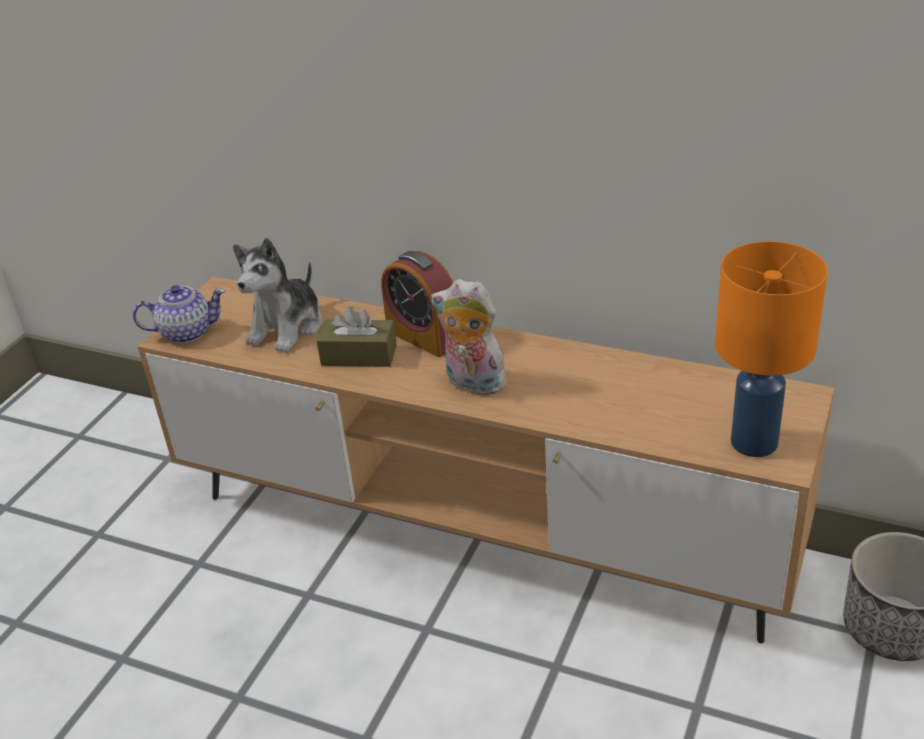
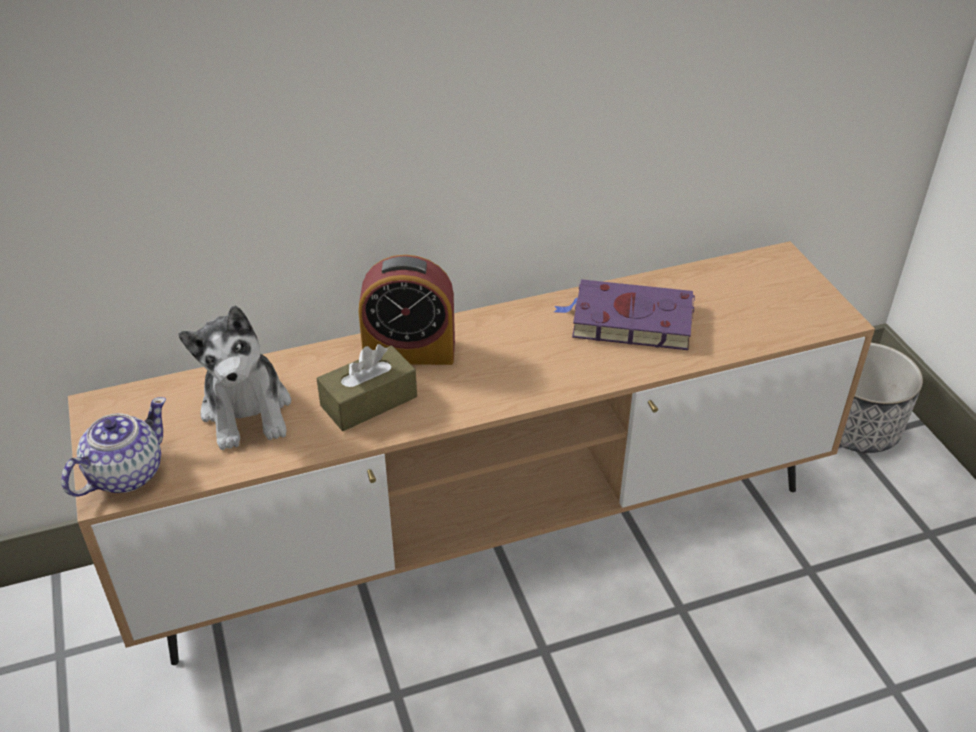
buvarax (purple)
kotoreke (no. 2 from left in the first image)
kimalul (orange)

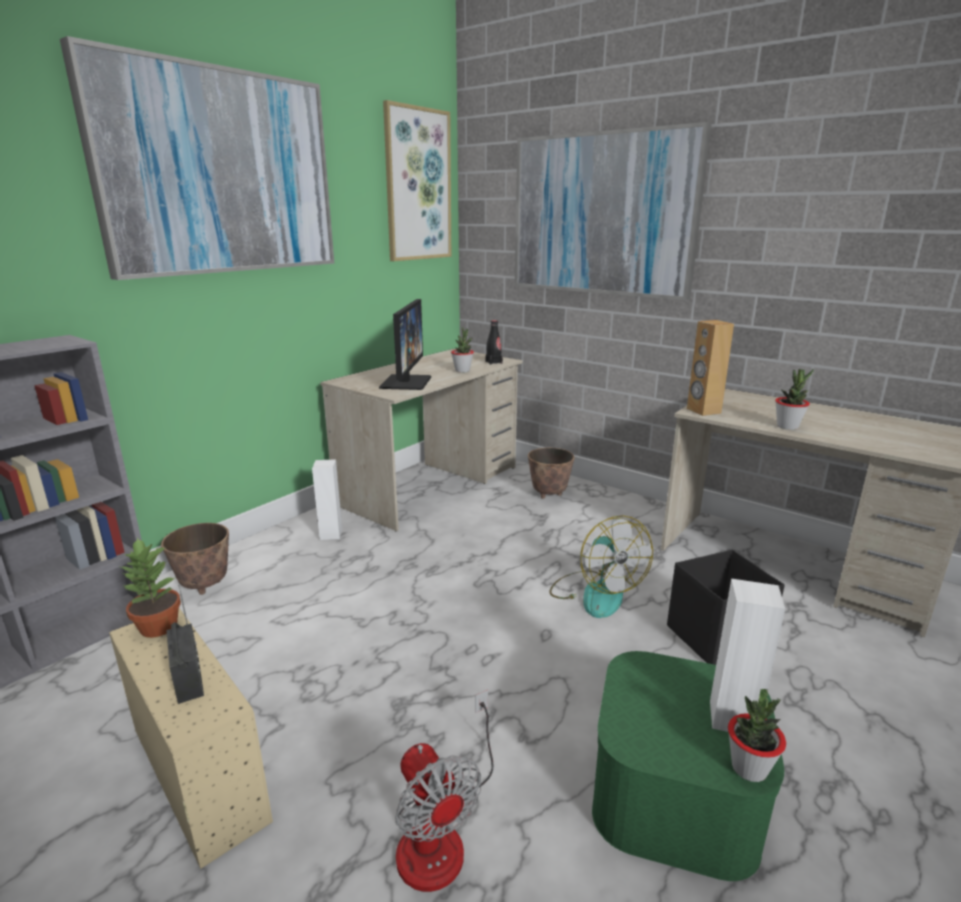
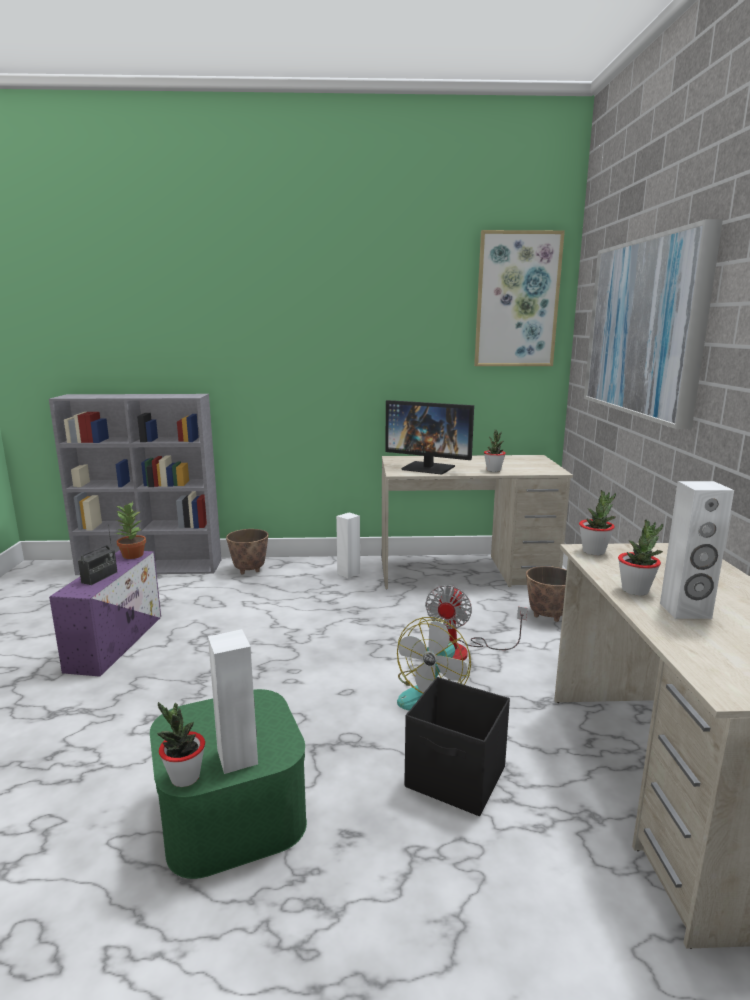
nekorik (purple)
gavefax
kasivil (no. 2 from left)
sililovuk (no. 4 from left)
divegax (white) (no. 3 from left)
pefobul (no. 1 from left in the first image)
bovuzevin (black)

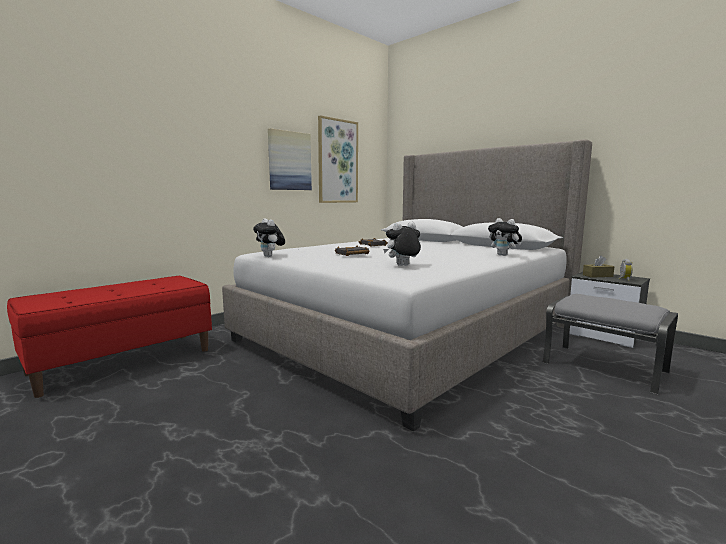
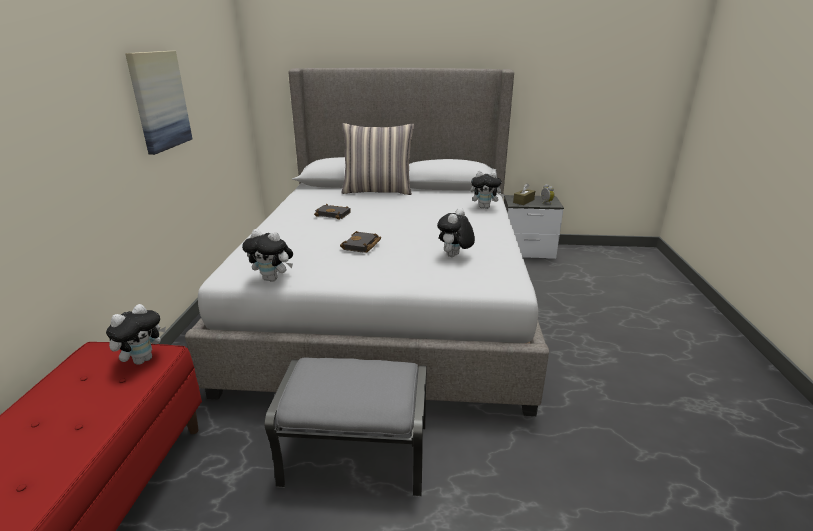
kotoreke (no. 1 from left)
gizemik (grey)
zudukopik
pefobul (no. 2 from left in the first image)

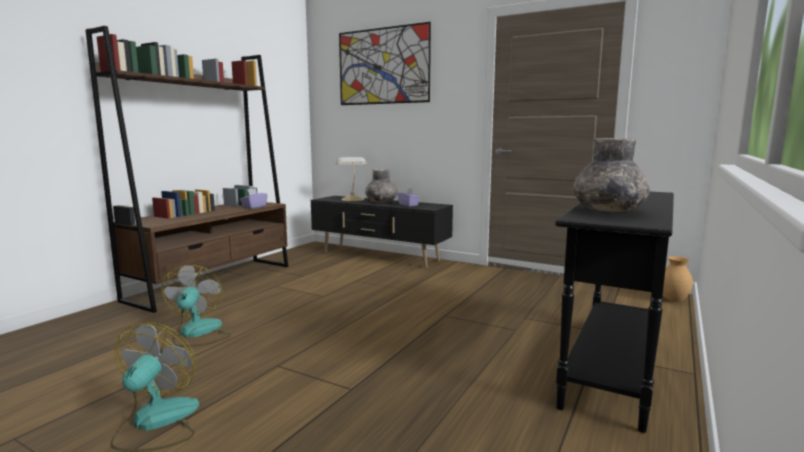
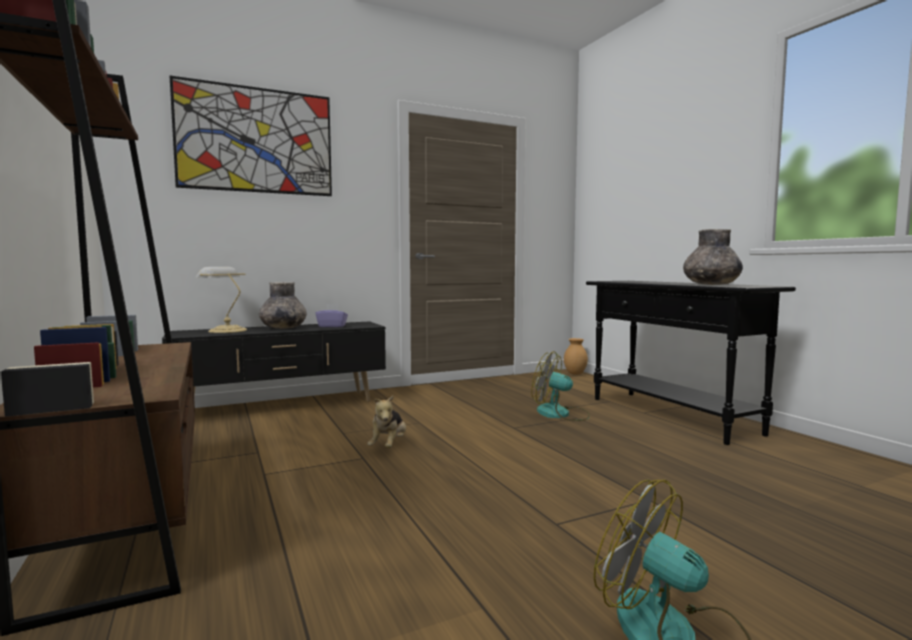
kotoreke
kasivil (no. 1 from left)
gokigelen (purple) (no. 1 from left in the first image)

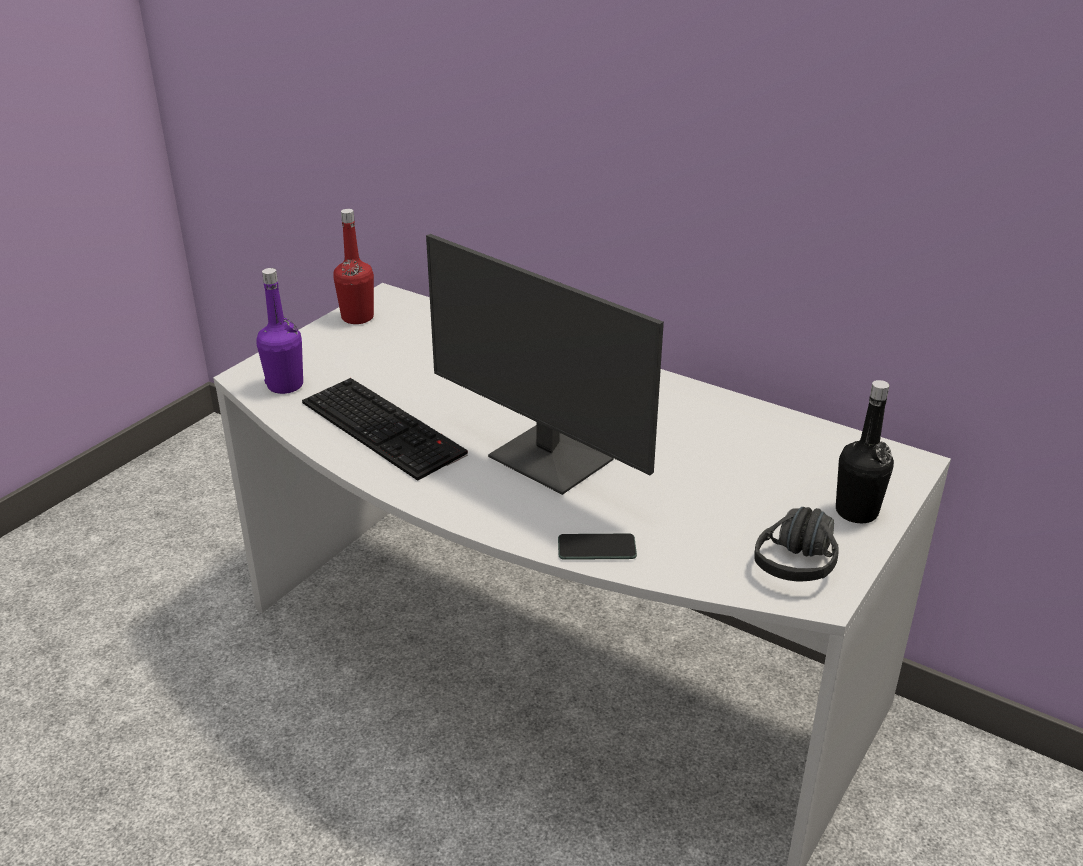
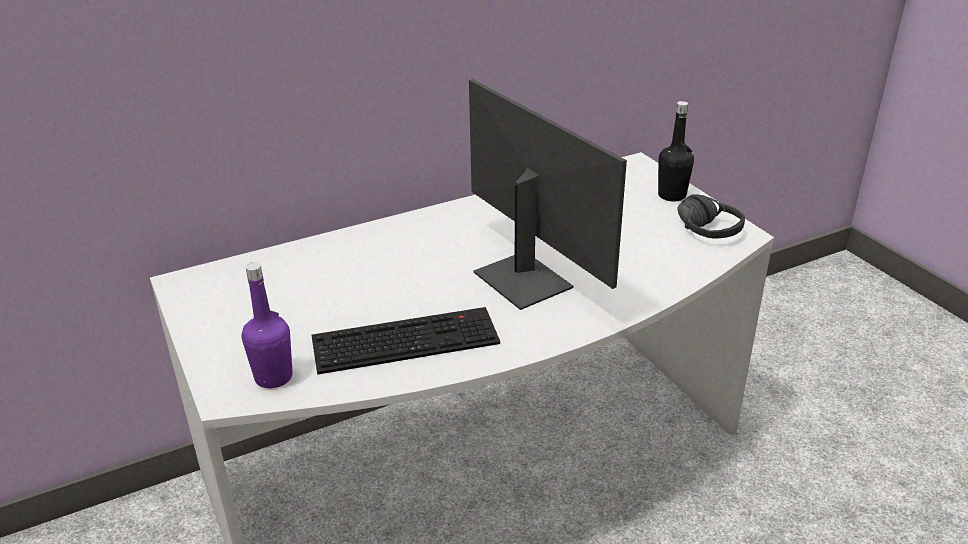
gavefax
bovuzevin (red)
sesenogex

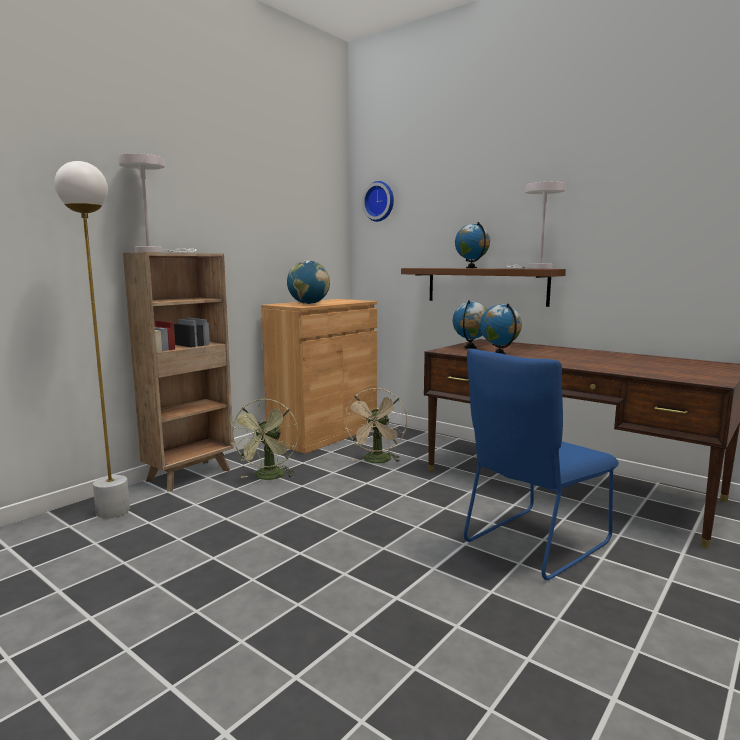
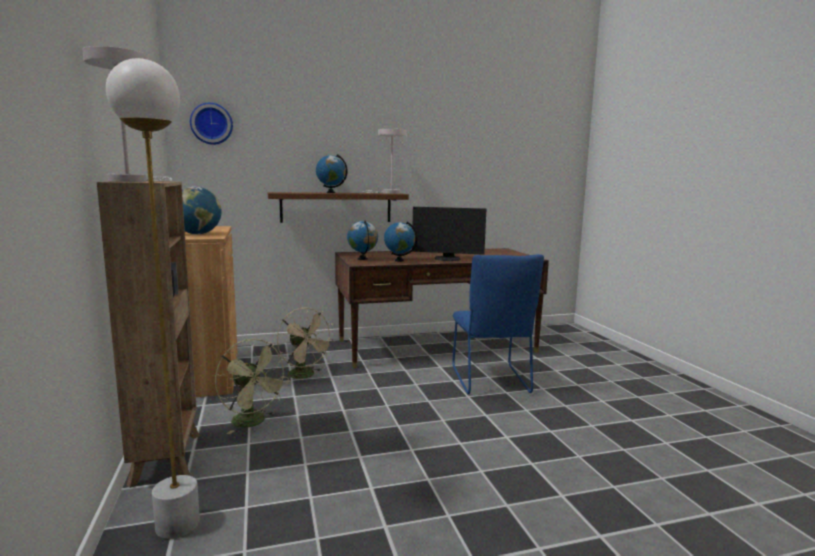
gavefax

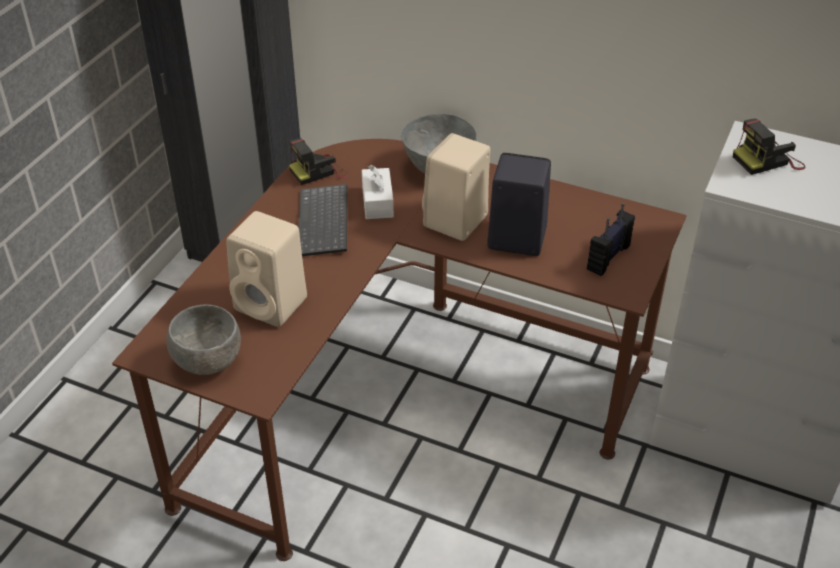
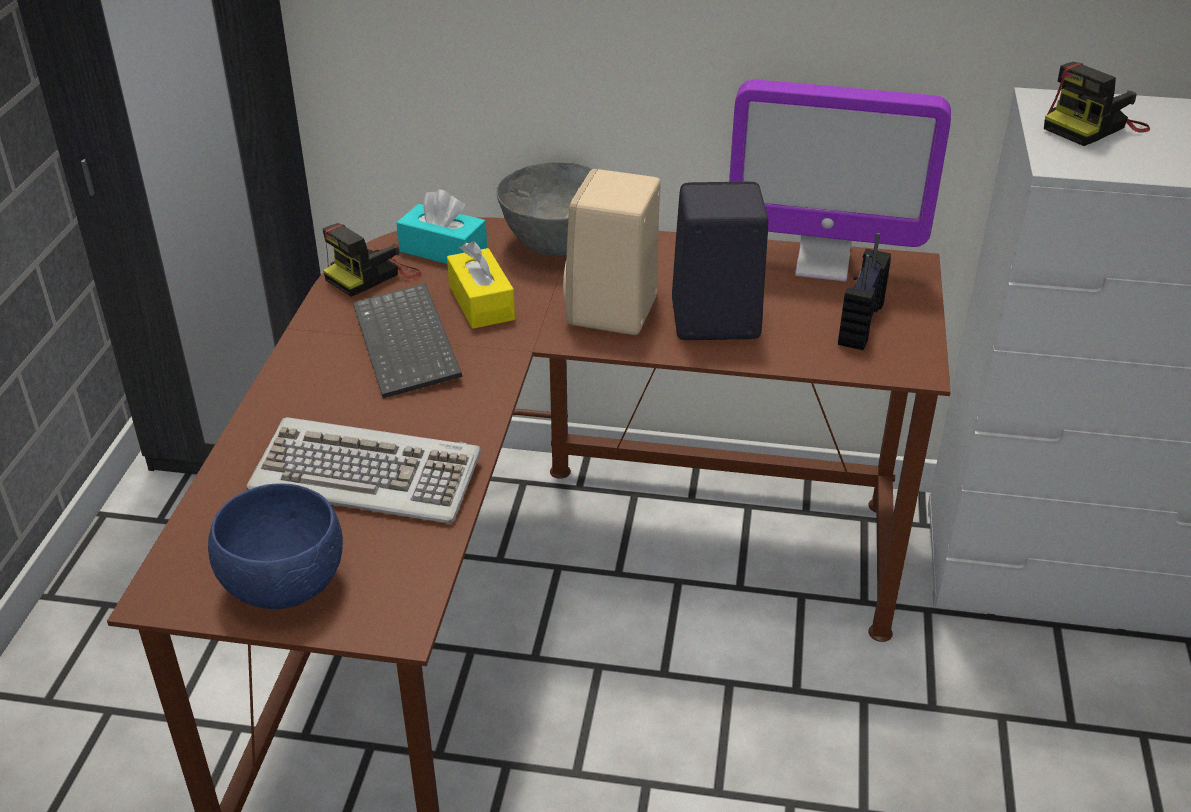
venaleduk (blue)
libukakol (no. 1 from left)
gokigelen (turquoise)
gokigelen (yellow)
gavefax

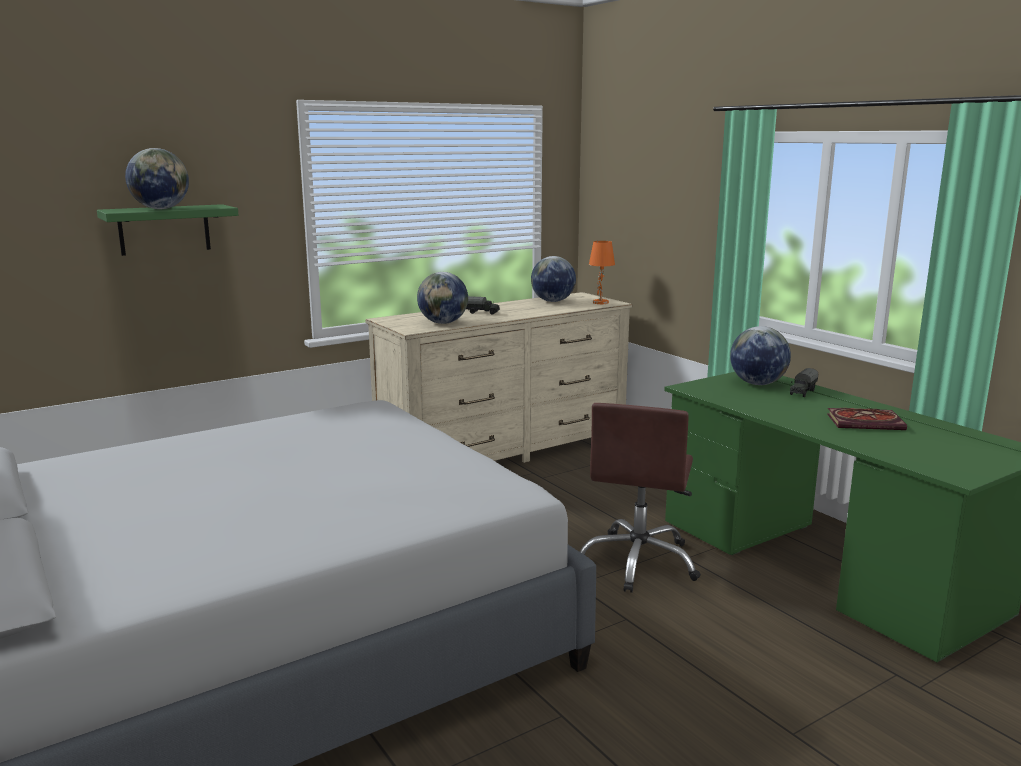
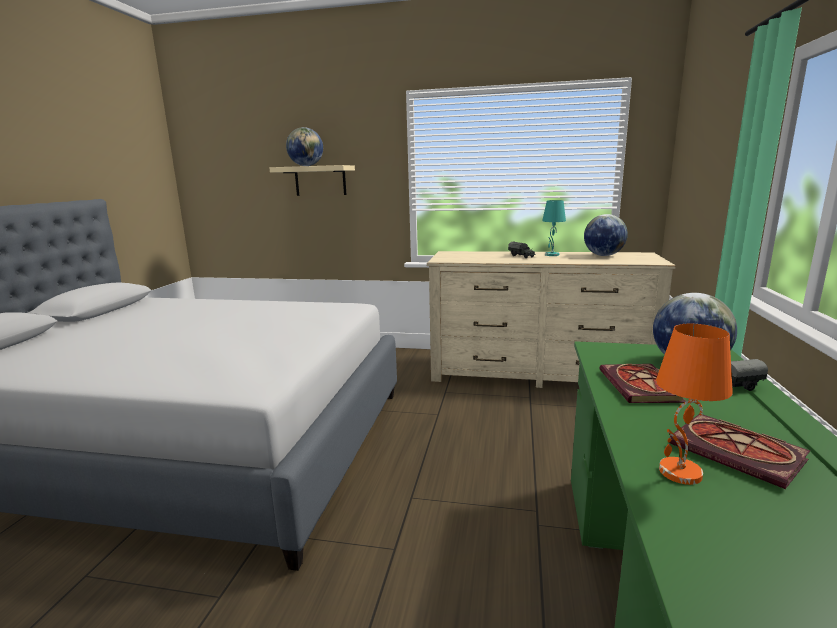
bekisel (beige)
kimalul (turquoise)
buvarax (no. 1 from left)
kimalul (orange)
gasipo (no. 2 from left in the first image)
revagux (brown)

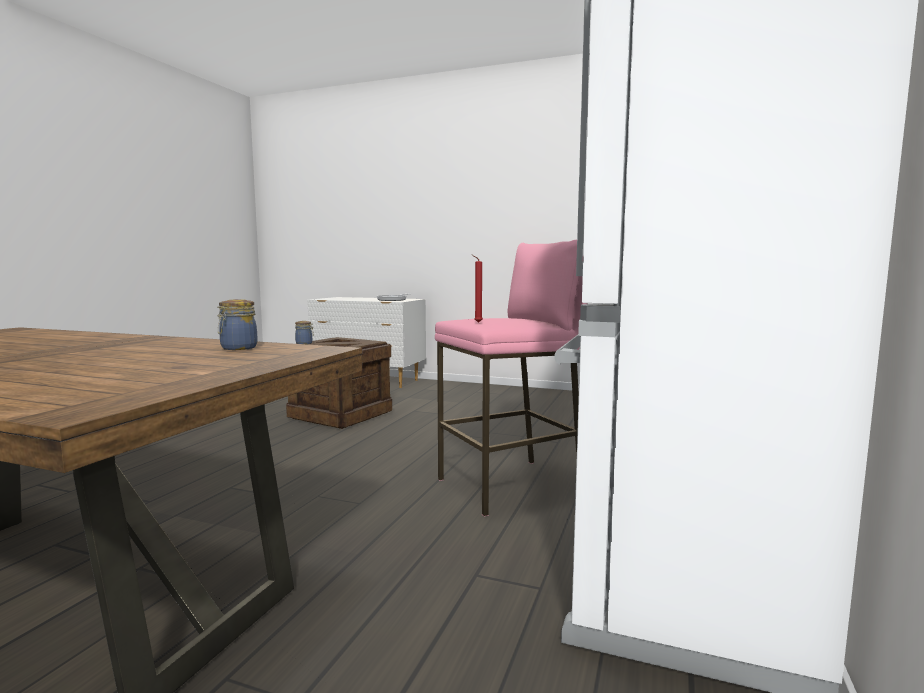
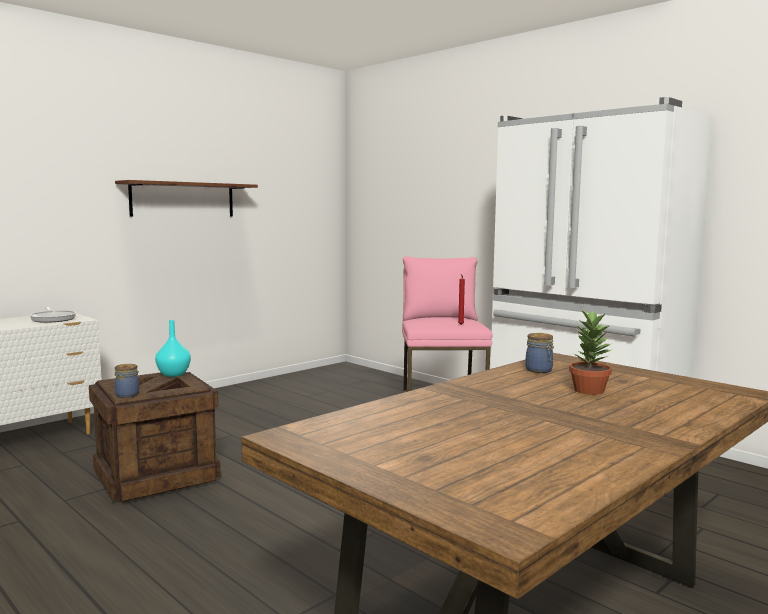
bekisel (brown)
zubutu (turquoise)
sililovuk

